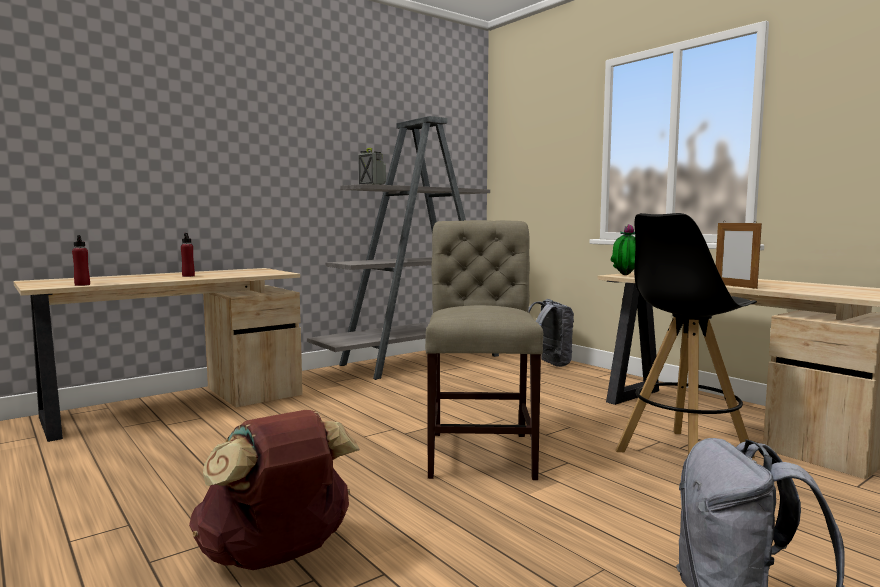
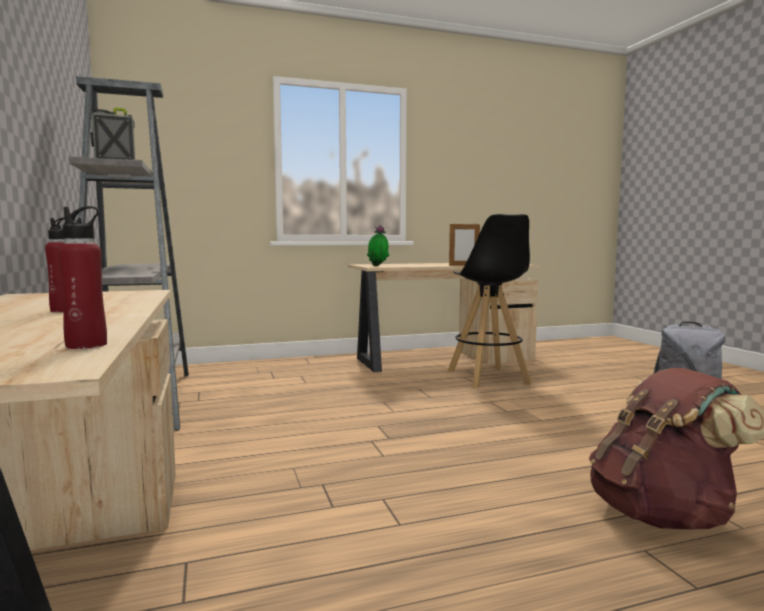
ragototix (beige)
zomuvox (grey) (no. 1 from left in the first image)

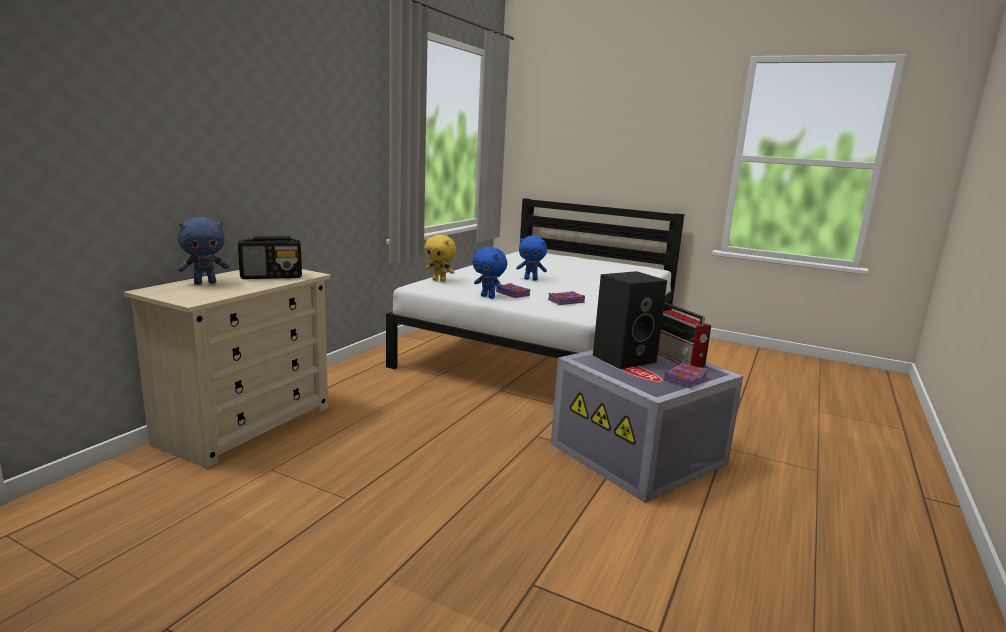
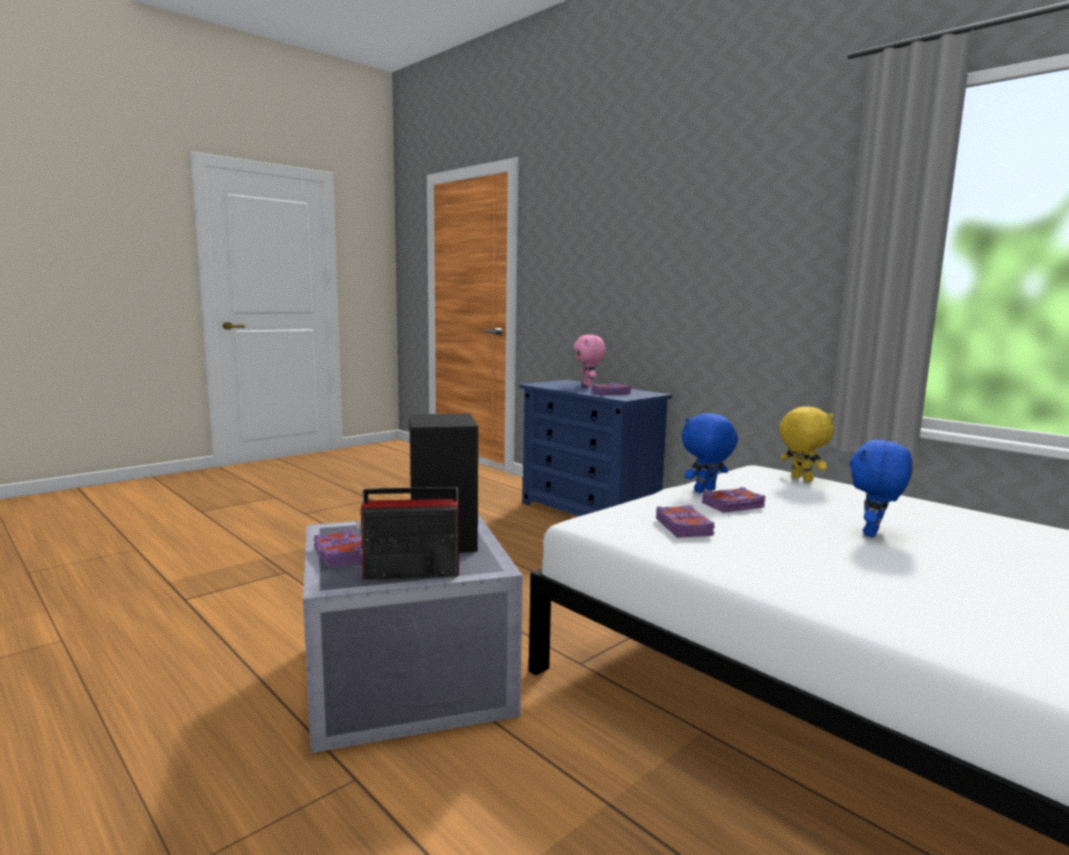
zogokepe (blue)
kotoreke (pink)
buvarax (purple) (no. 2 from left)
kotoreke (yellow)

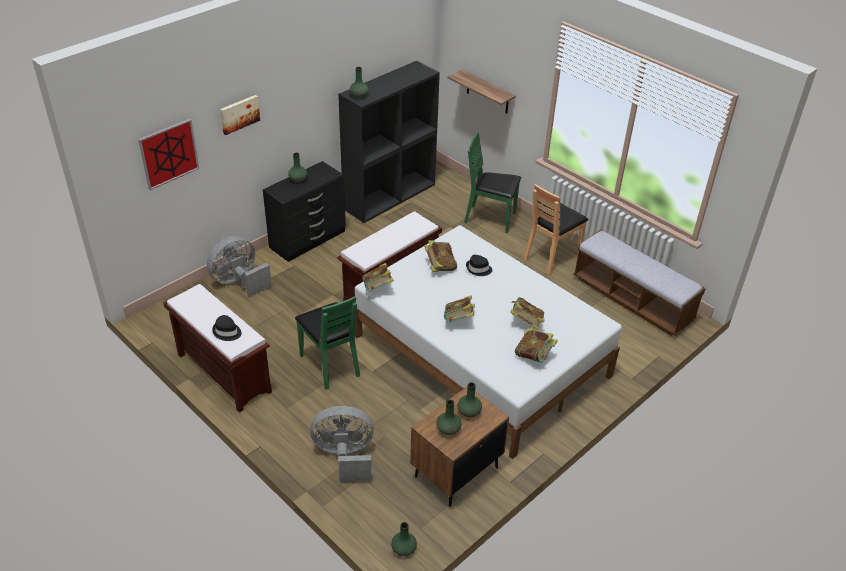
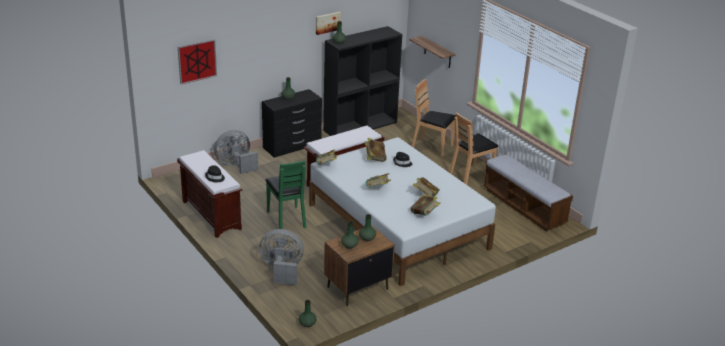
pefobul (no. 2 from left)
ragototix (brown) (no. 1 from left)

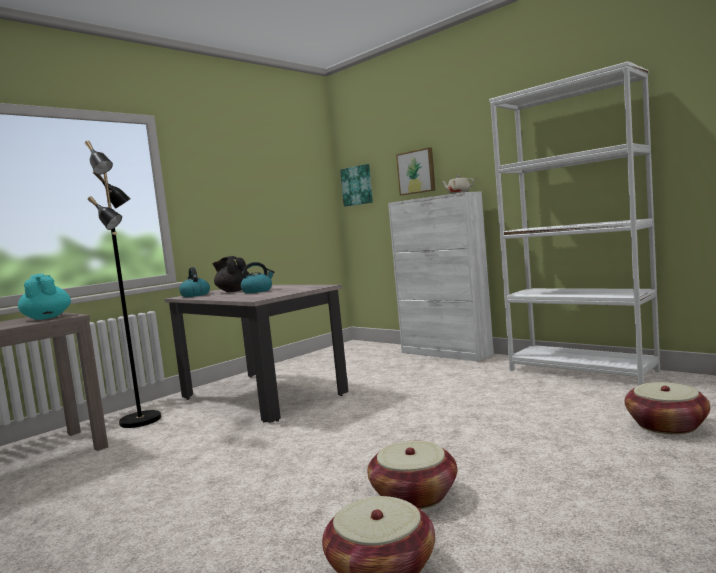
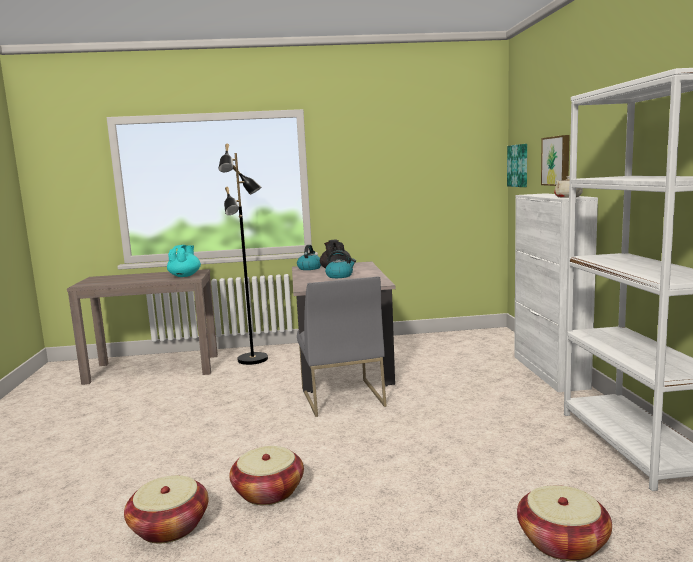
ragototix (grey)

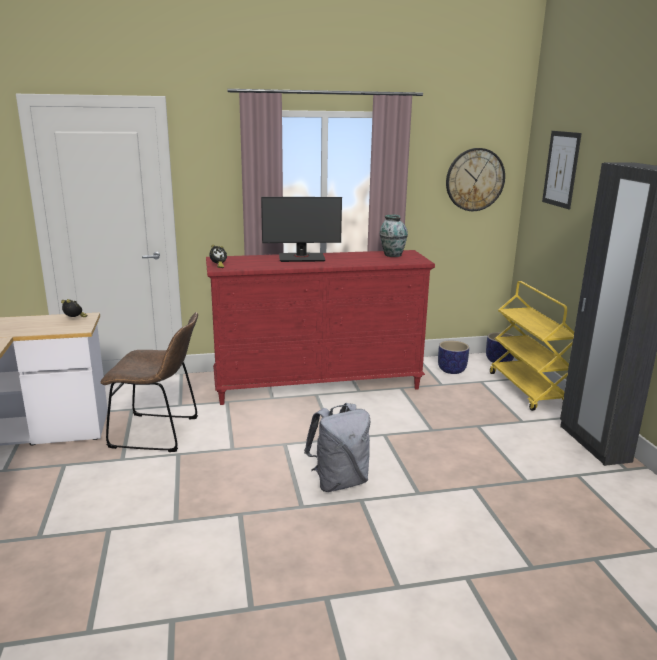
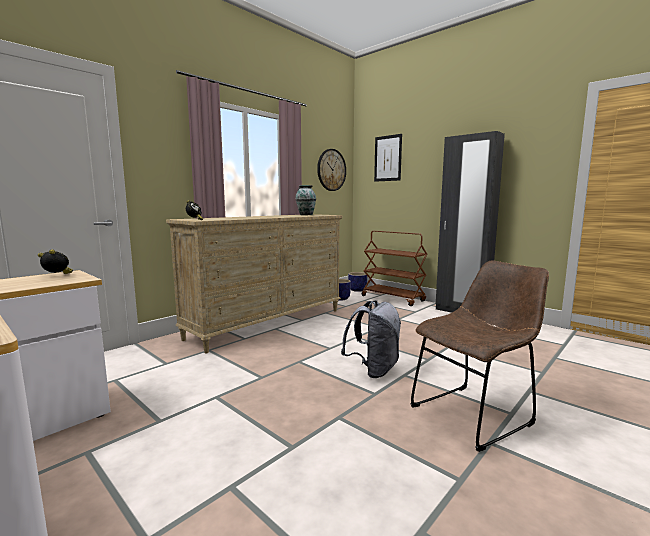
zogokepe (beige)
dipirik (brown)
ragototix (brown)
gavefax

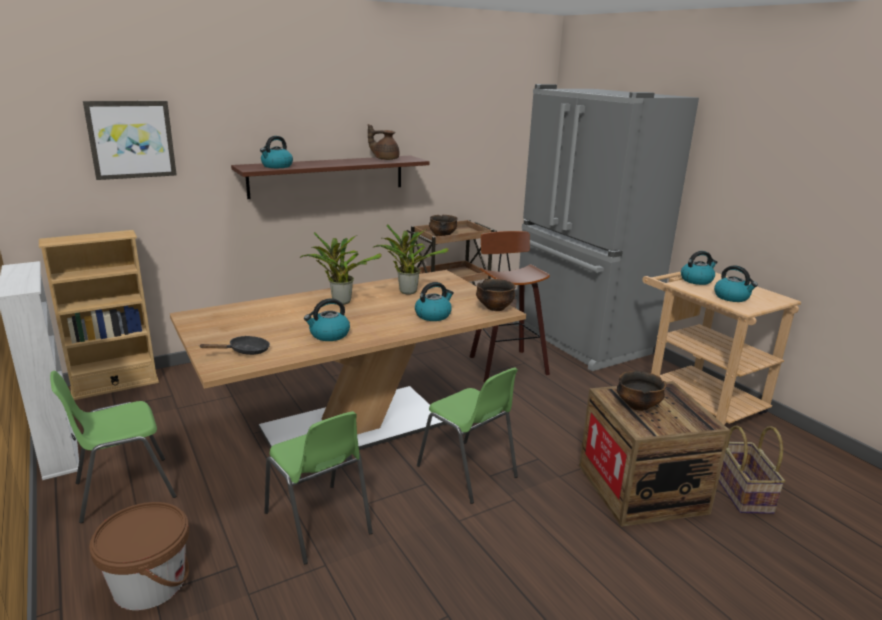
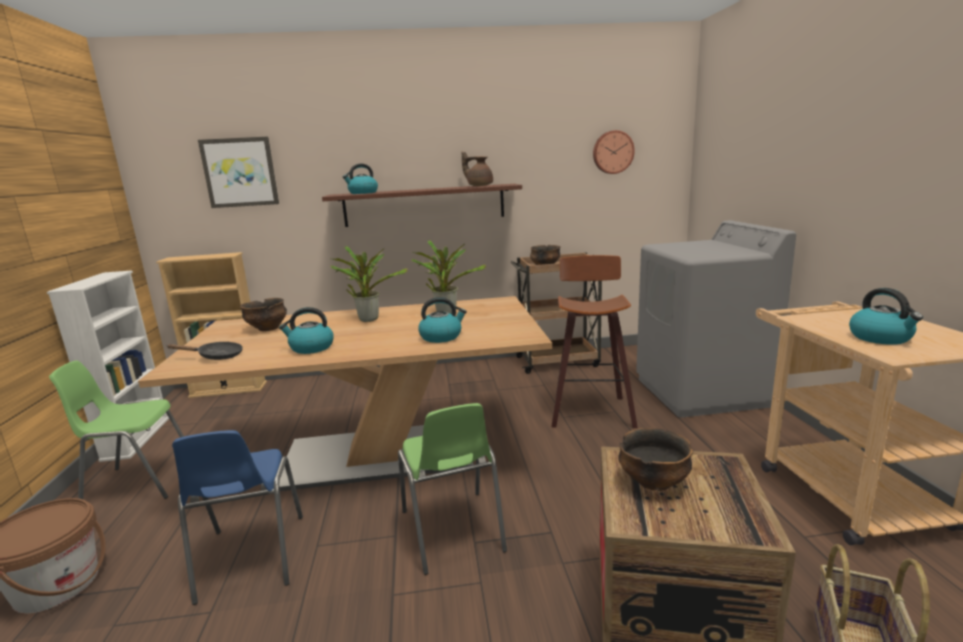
ragototix (blue)
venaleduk (no. 1 from left)
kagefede
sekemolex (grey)
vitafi (no. 4 from left in the first image)

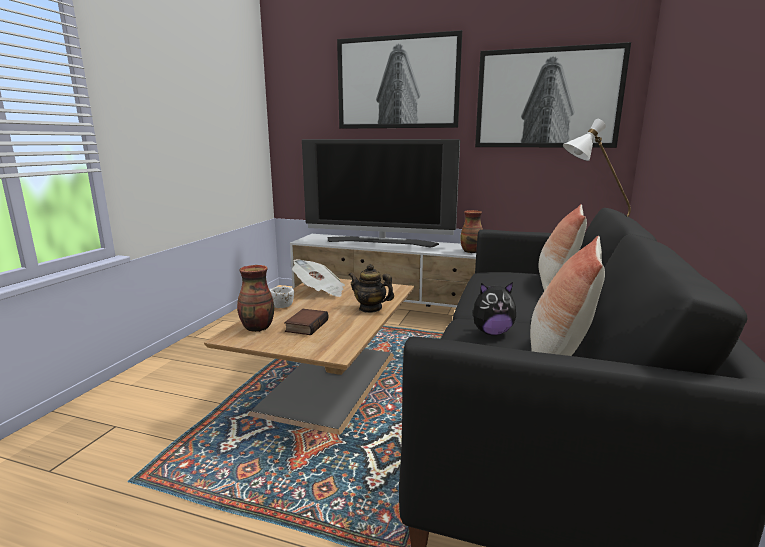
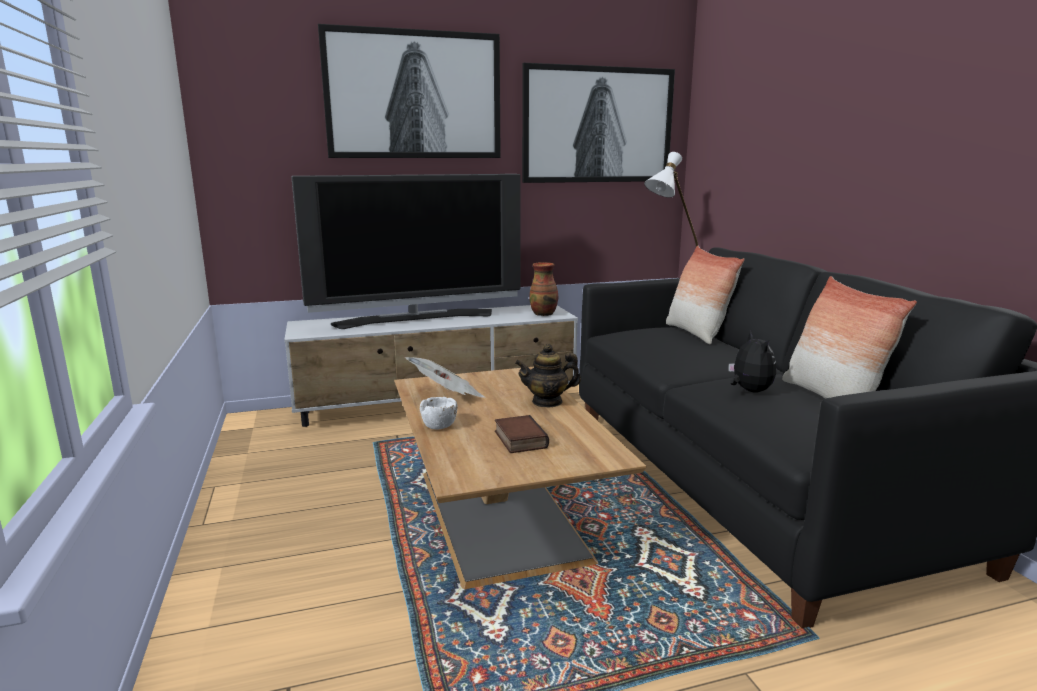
kotoreke
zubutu (no. 1 from left in the first image)

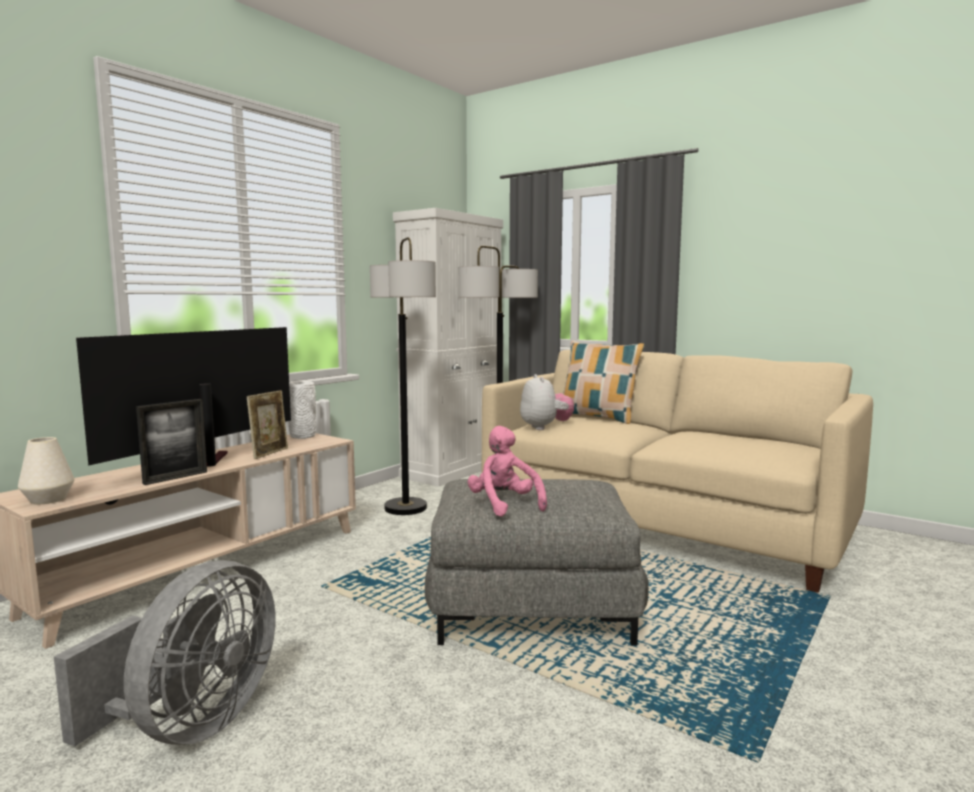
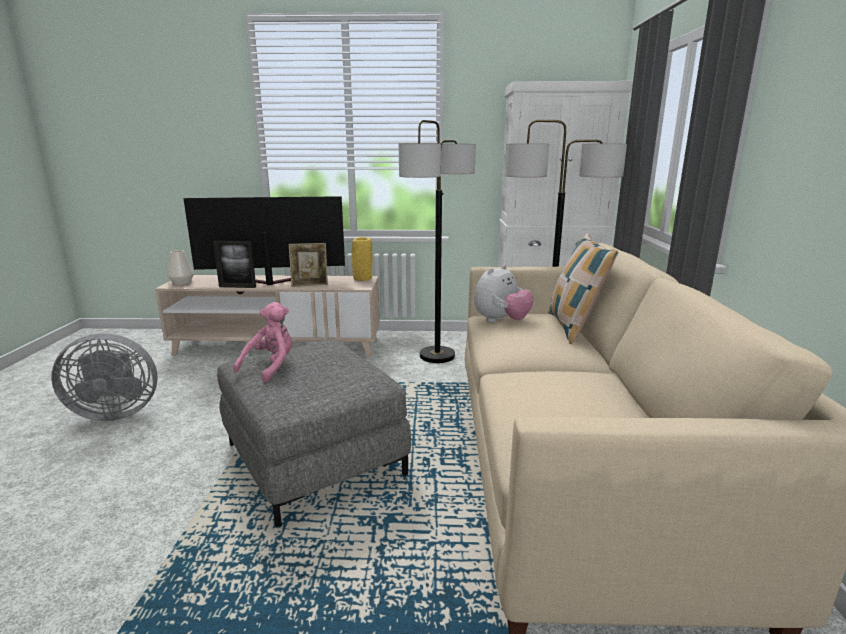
zubutu (yellow)

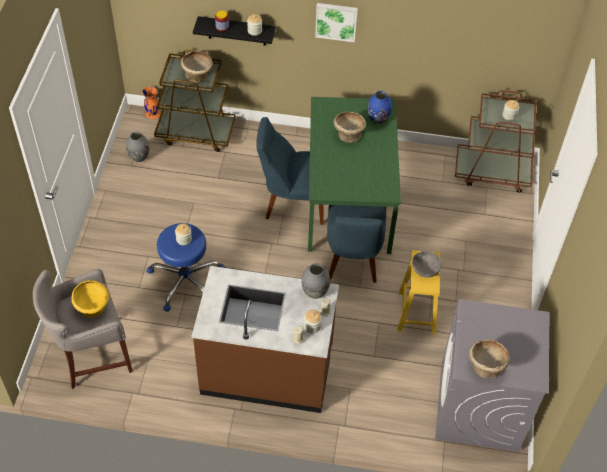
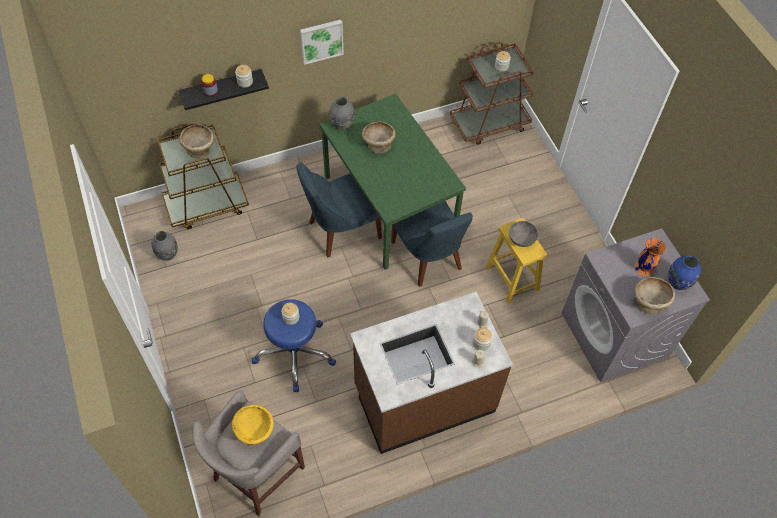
zubutu (grey) (no. 2 from left)
zubutu (orange)
zubutu (blue)

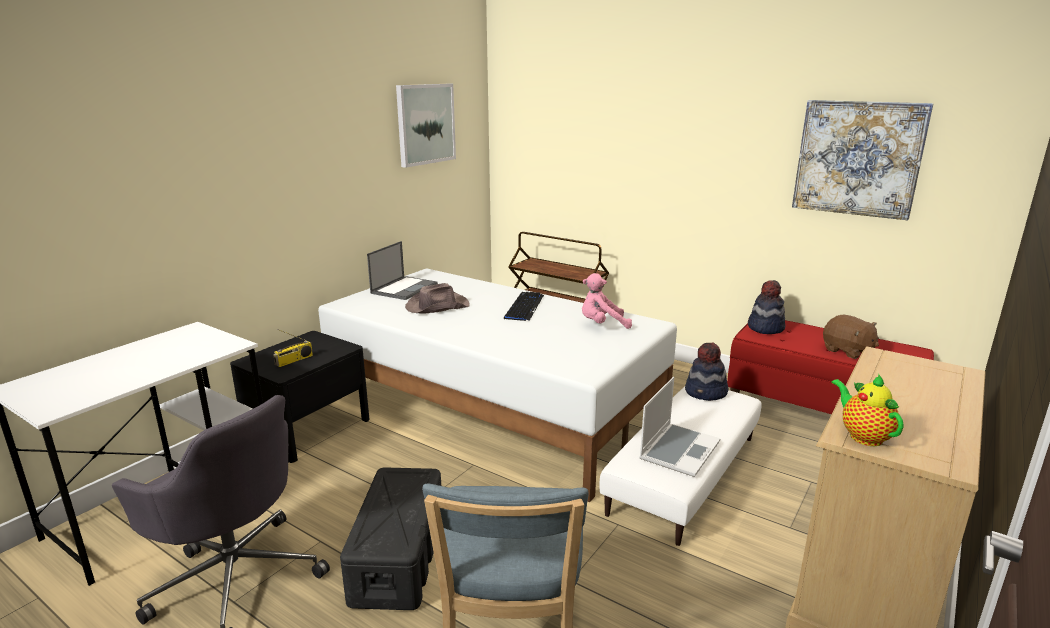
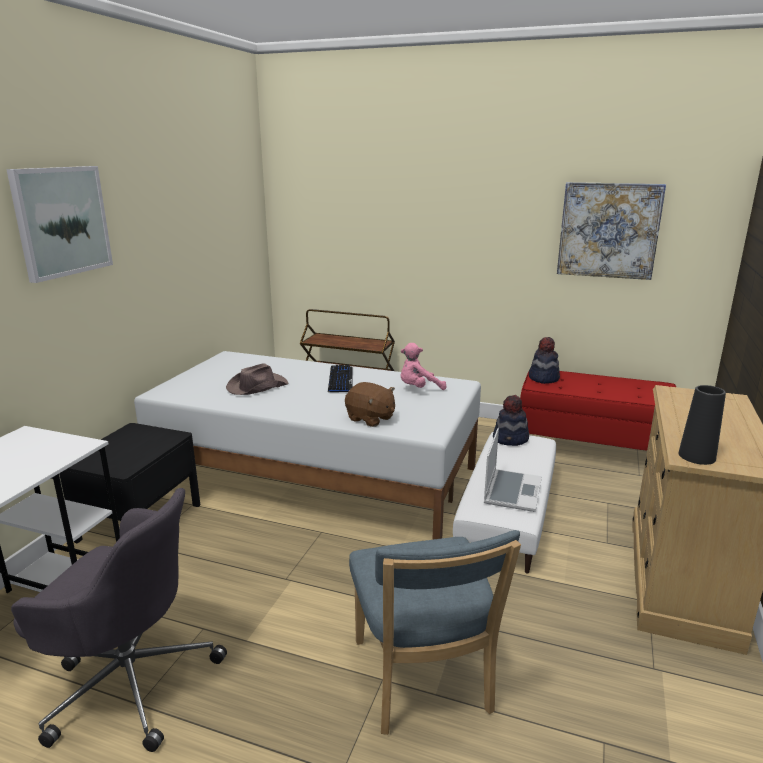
pefobul (no. 1 from left)
kotoreke (brown)
zubutu (black)
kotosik
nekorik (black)
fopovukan (no. 1 from left in the first image)

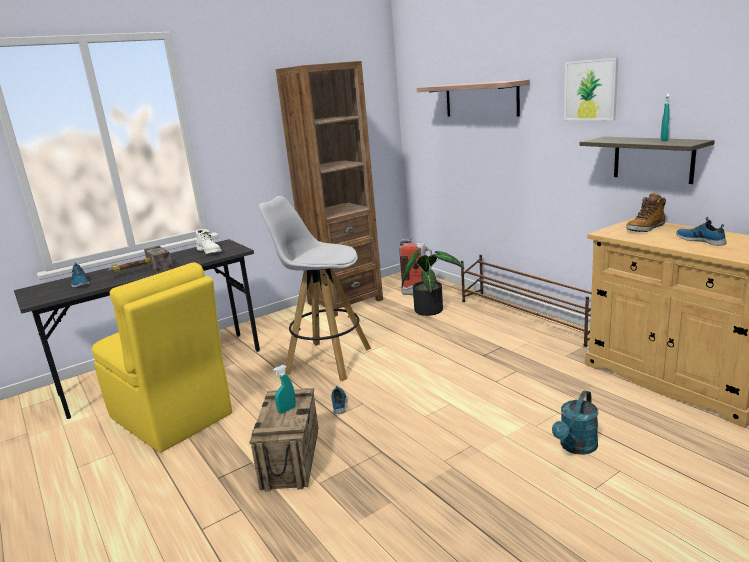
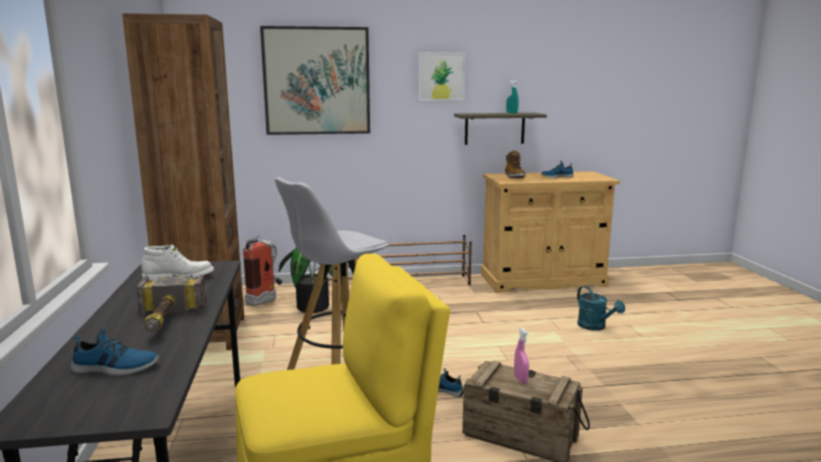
pefobul (no. 1 from left)
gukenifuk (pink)

